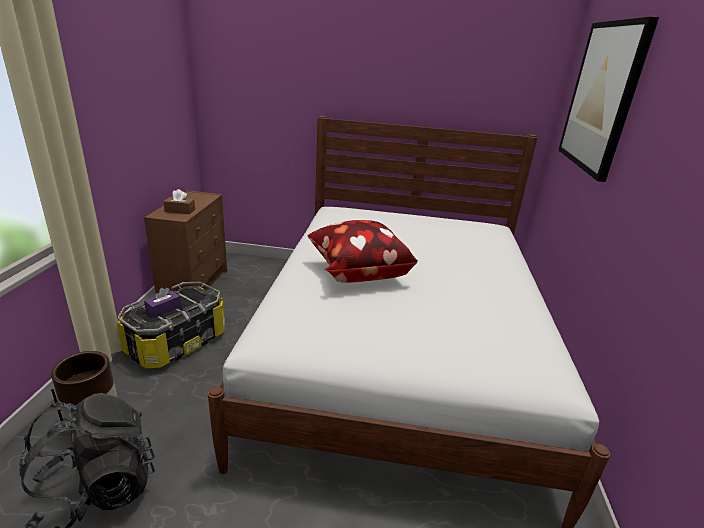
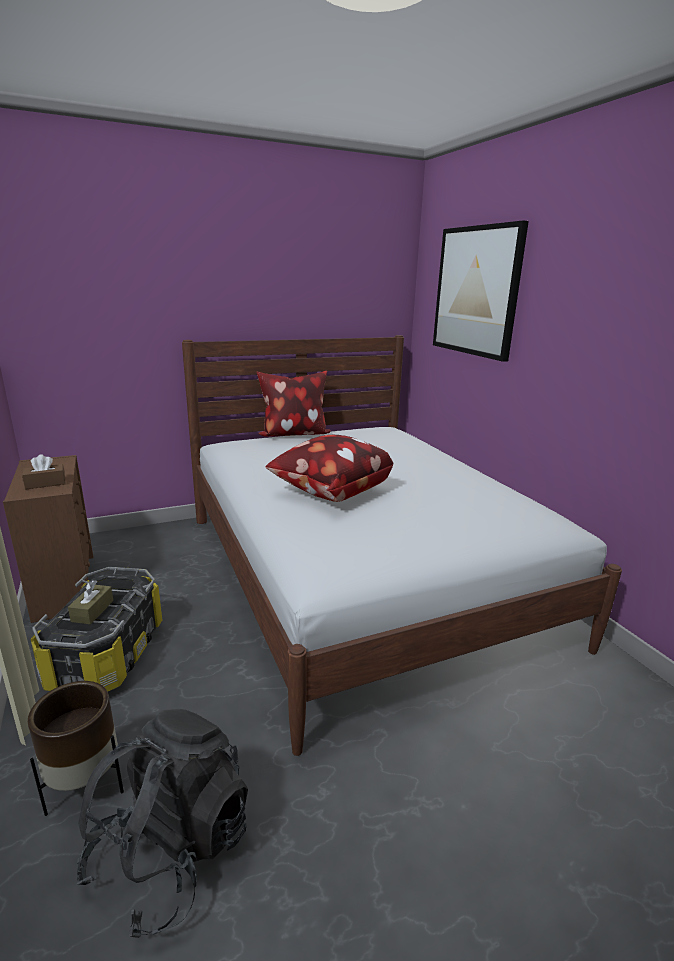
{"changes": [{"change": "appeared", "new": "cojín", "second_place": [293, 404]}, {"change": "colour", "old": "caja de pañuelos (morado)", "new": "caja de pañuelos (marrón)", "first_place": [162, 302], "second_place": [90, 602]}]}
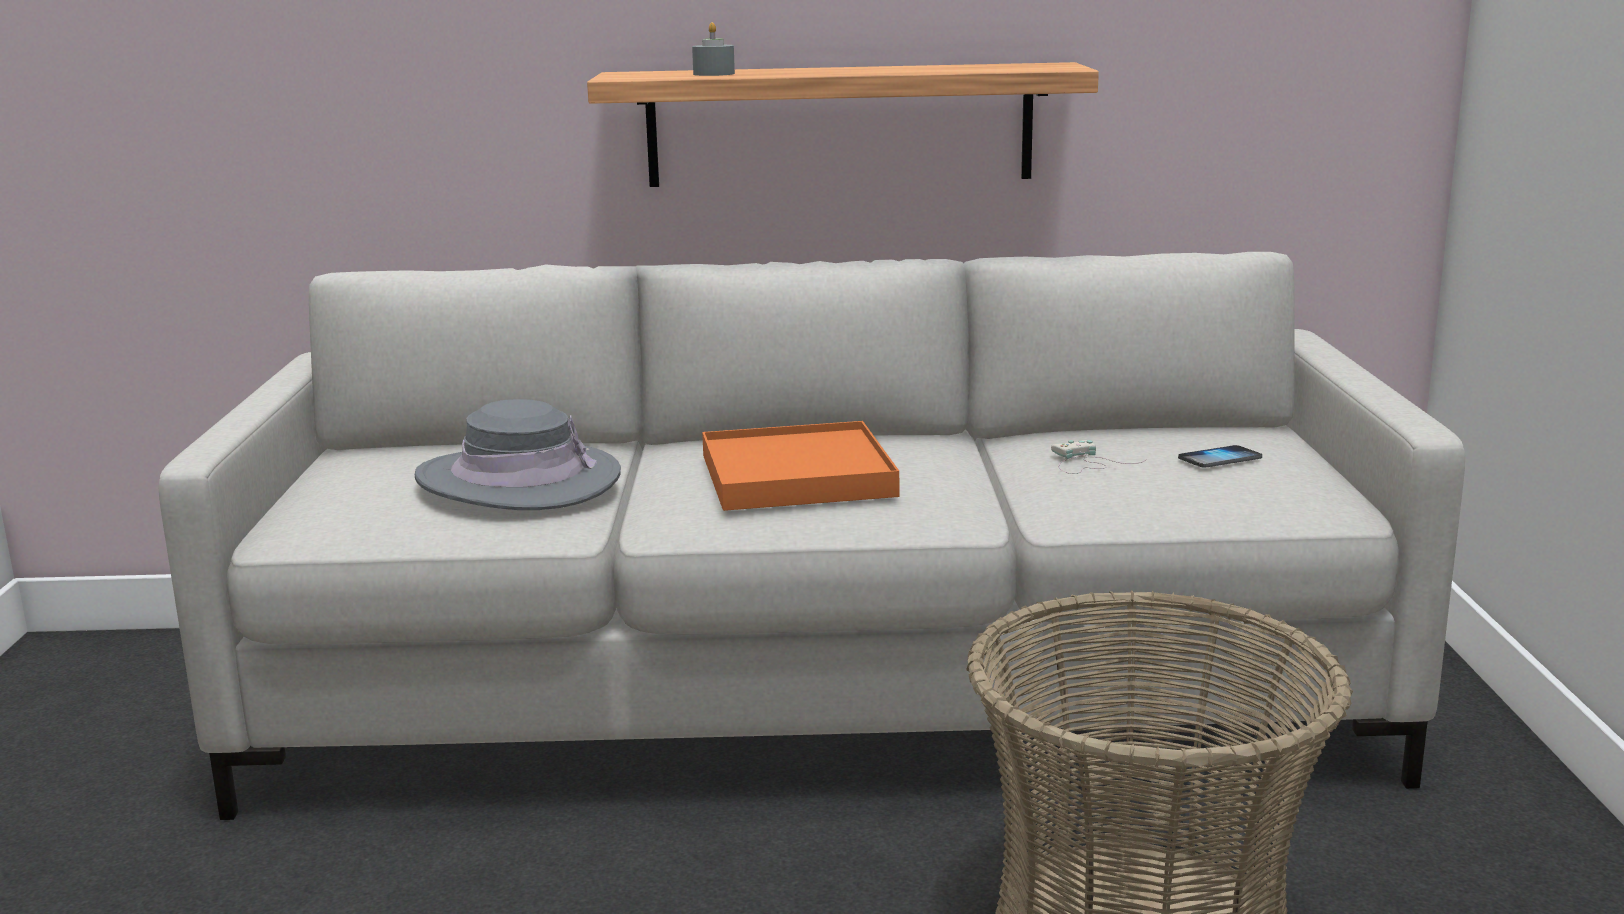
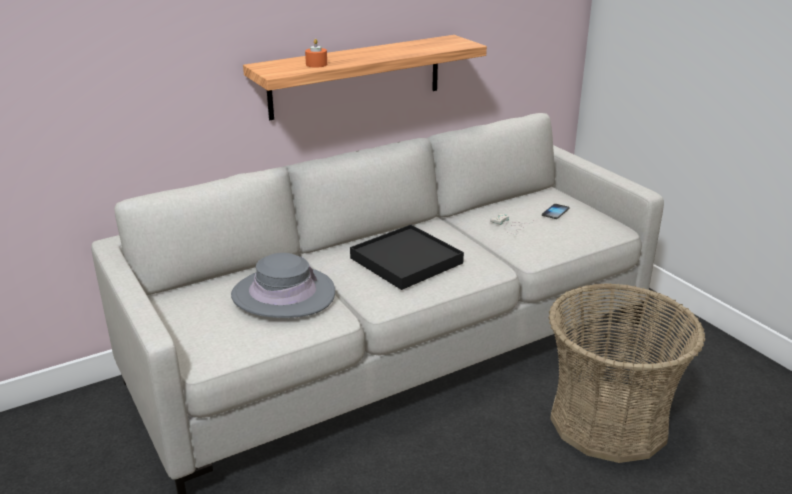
{"changes": [{"change": "colour", "old": "vela (gris)", "new": "vela (naranja)", "first_place": [713, 49], "second_place": [316, 53]}, {"change": "colour", "old": "bandeja (naranja)", "new": "bandeja (negro)", "first_place": [800, 466], "second_place": [407, 257]}]}
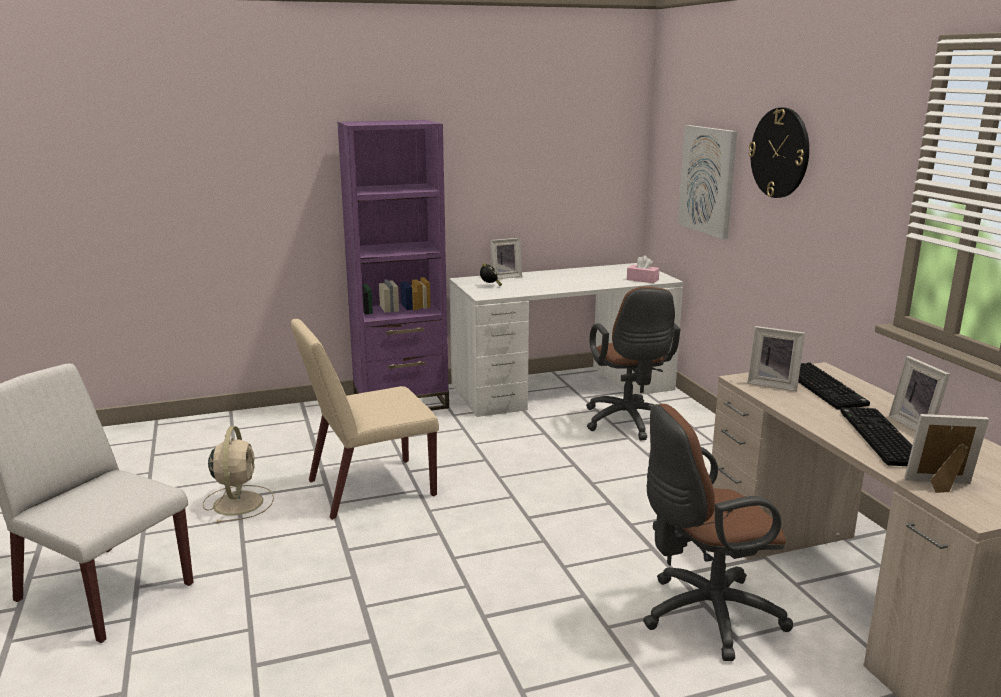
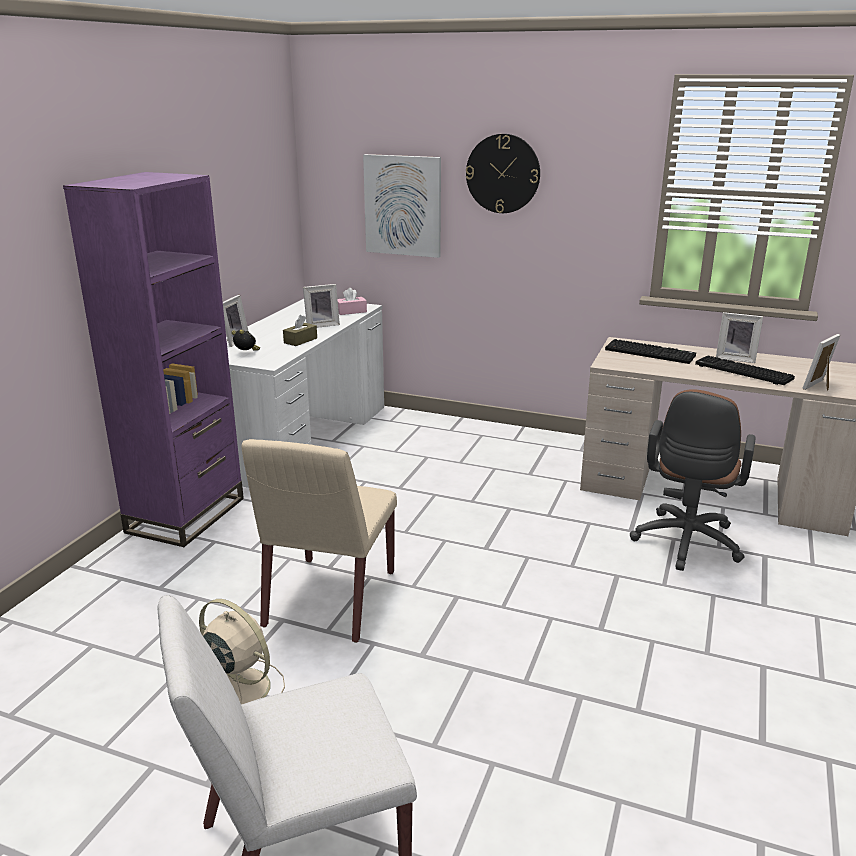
{"changes": [{"change": "missing", "old": "silla de oficina (marrón)", "first_place": [633, 363]}, {"change": "appeared", "new": "caja de pañuelos (marrón)", "second_place": [300, 330]}, {"change": "relocated", "old": "portarretratos", "first_place": [776, 358], "second_place": [321, 306]}]}
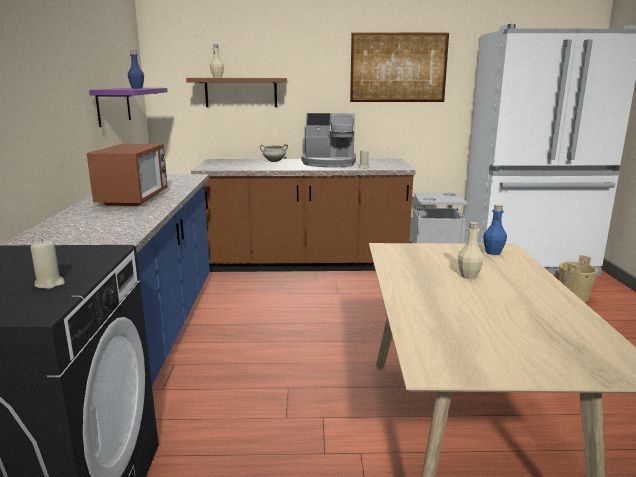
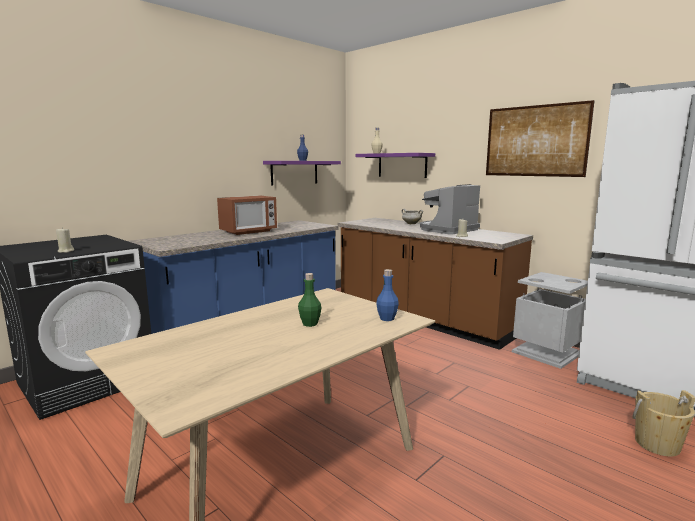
{"changes": [{"change": "colour", "old": "estante (marrón)", "new": "estante (morado)", "first_place": [236, 92], "second_place": [395, 165]}, {"change": "colour", "old": "botella (beis)", "new": "botella (verde)", "first_place": [470, 250], "second_place": [309, 300]}, {"change": "spun", "old": "cafetera", "first_place": [329, 140], "second_place": [450, 209], "degrees": 90}]}
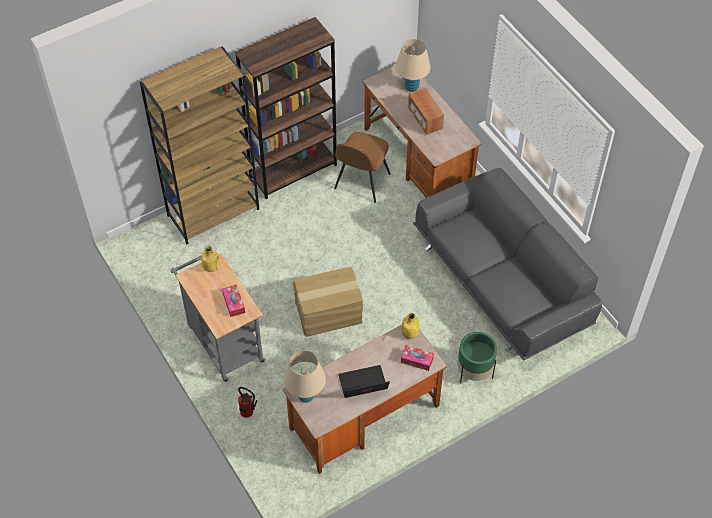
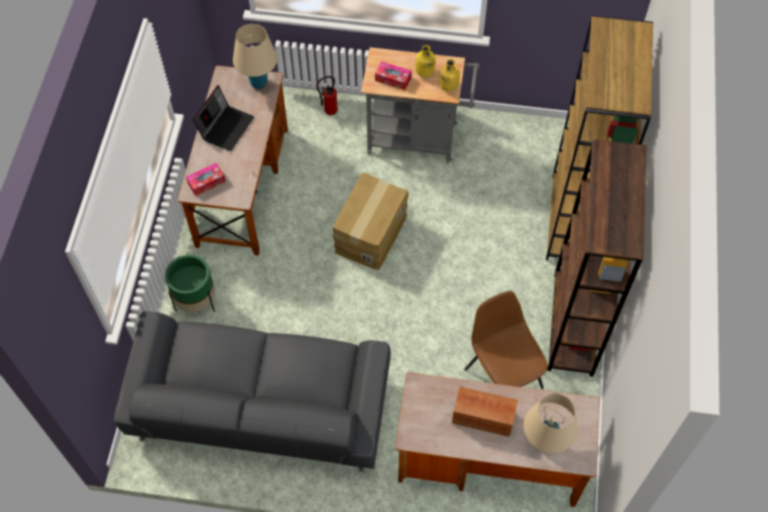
{"changes": [{"change": "relocated", "old": "botella (amarillo)", "first_place": [410, 326], "second_place": [425, 61]}]}
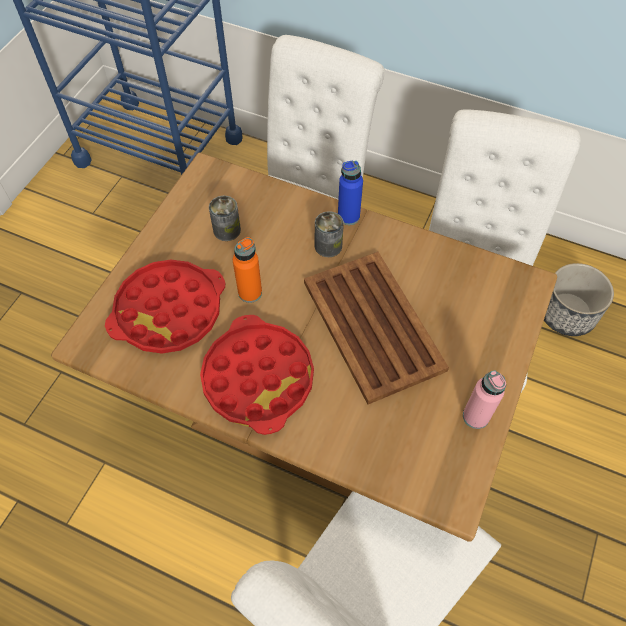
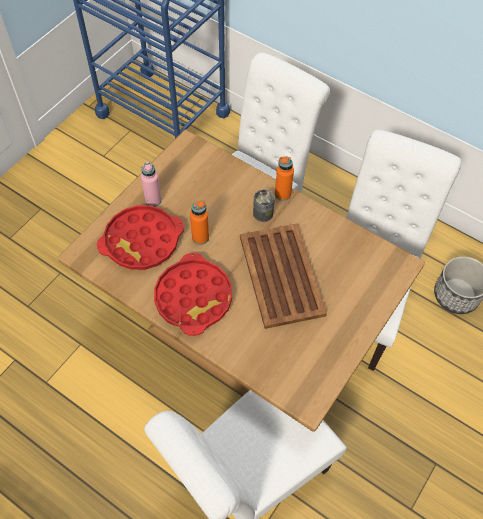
{"changes": [{"change": "missing", "old": "lata", "first_place": [225, 218]}, {"change": "relocated", "old": "botella (rosa)", "first_place": [484, 400], "second_place": [151, 184]}, {"change": "colour", "old": "botella (azul)", "new": "botella (naranja)", "first_place": [350, 193], "second_place": [284, 178]}]}
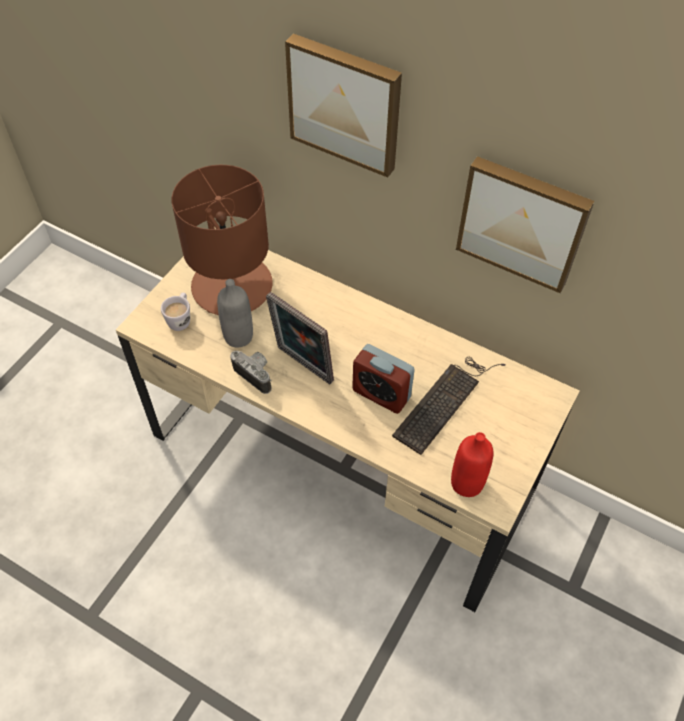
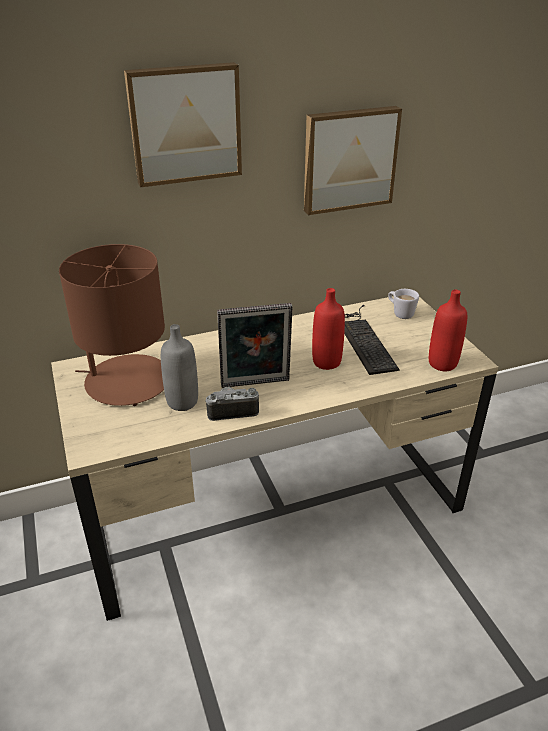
{"changes": [{"change": "relocated", "old": "taza grande (blanco)", "first_place": [175, 312], "second_place": [403, 304]}, {"change": "exchanged", "old": "despertador", "new": "botella (rojo)", "first_place": [383, 379], "second_place": [328, 329]}]}
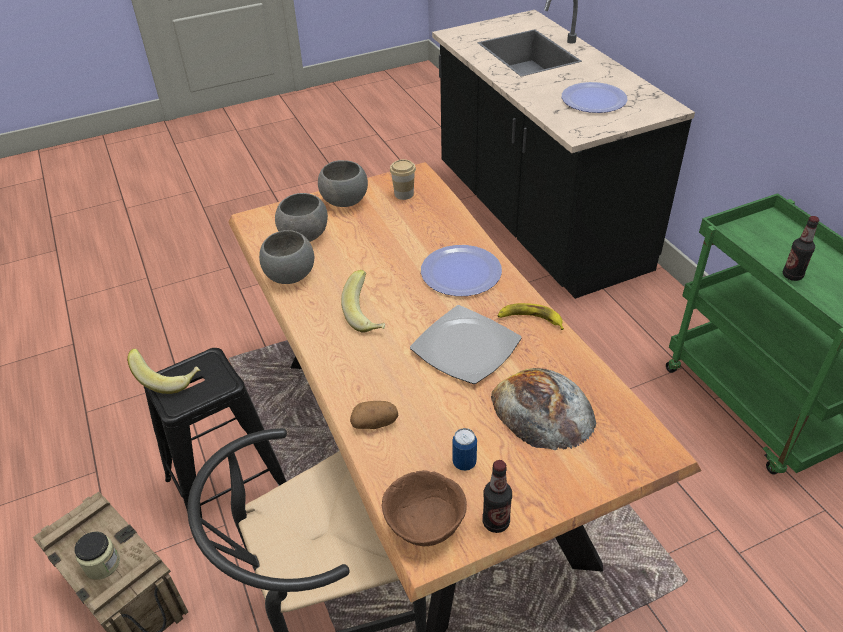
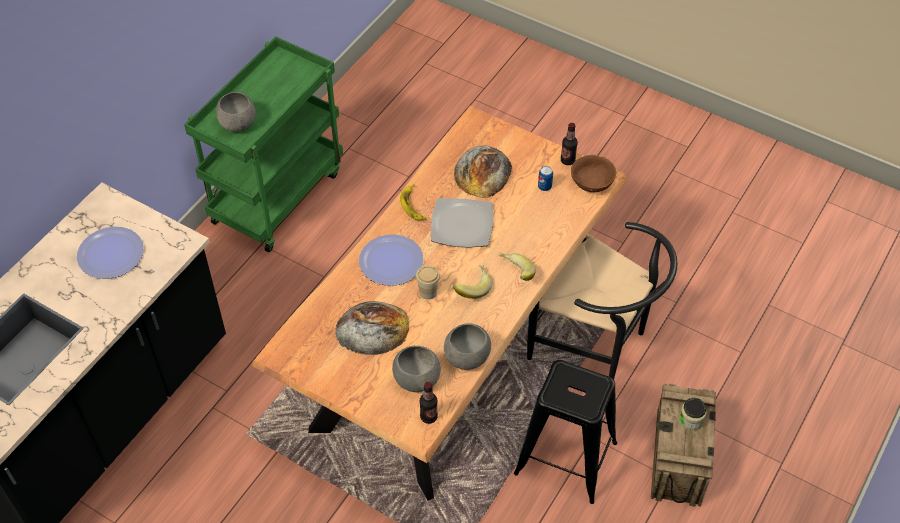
{"changes": [{"change": "missing", "old": "patata", "first_place": [374, 415]}, {"change": "appeared", "new": "pan", "second_place": [372, 328]}, {"change": "relocated", "old": "plátano", "first_place": [163, 371], "second_place": [517, 266]}, {"change": "relocated", "old": "cuenco (gris)", "first_place": [343, 183], "second_place": [236, 112]}, {"change": "relocated", "old": "taza", "first_place": [403, 179], "second_place": [428, 283]}, {"change": "relocated", "old": "botella", "first_place": [801, 248], "second_place": [429, 403]}]}
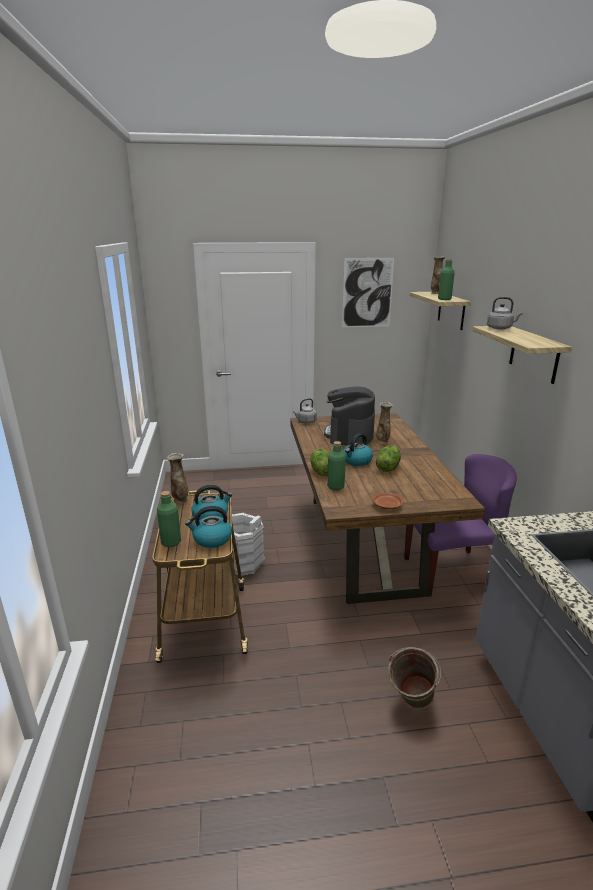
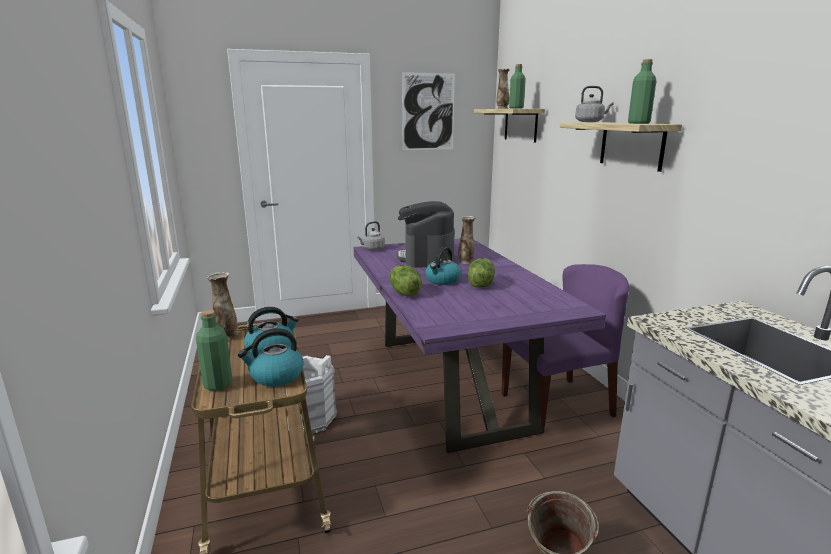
{"changes": [{"change": "missing", "old": "plato (marrón)", "first_place": [387, 501]}, {"change": "relocated", "old": "botella (verde)", "first_place": [336, 465], "second_place": [642, 91]}, {"change": "colour", "old": "mesa de comedor (marrón)", "new": "mesa de comedor (morado)", "first_place": [387, 508], "second_place": [479, 346]}]}
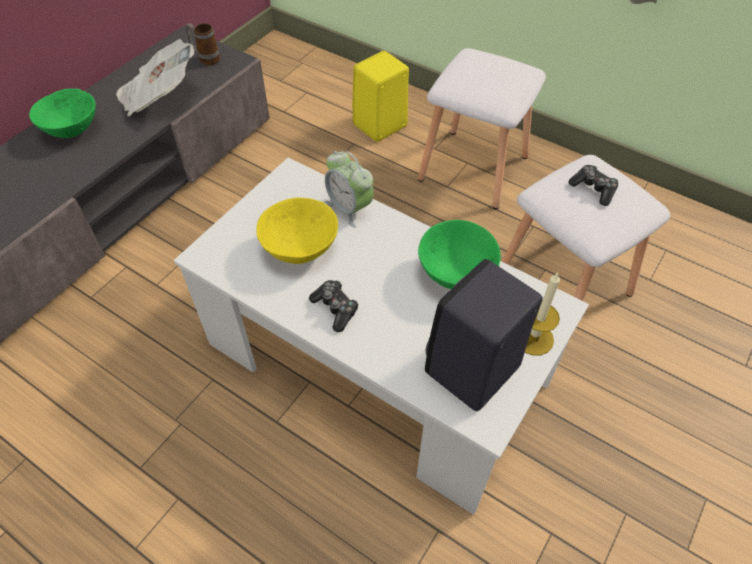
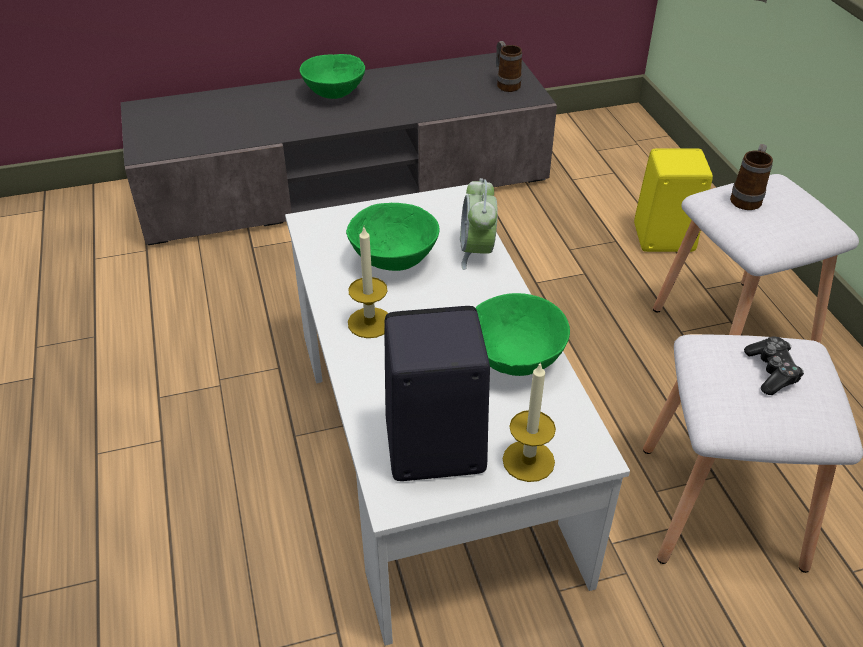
{"changes": [{"change": "missing", "old": "periódico", "first_place": [155, 78]}, {"change": "appeared", "new": "taza grande", "second_place": [751, 177]}, {"change": "exchanged", "old": "mando de consola", "new": "vela", "first_place": [333, 306], "second_place": [368, 282]}, {"change": "colour", "old": "cuenco (amarillo)", "new": "cuenco (verde)", "first_place": [297, 231], "second_place": [393, 237]}]}
